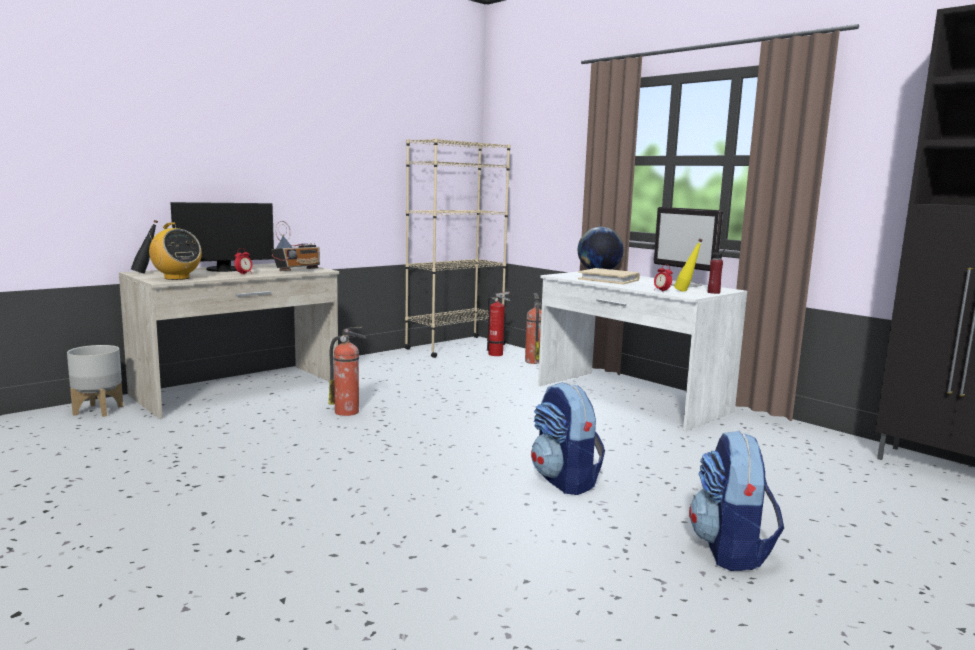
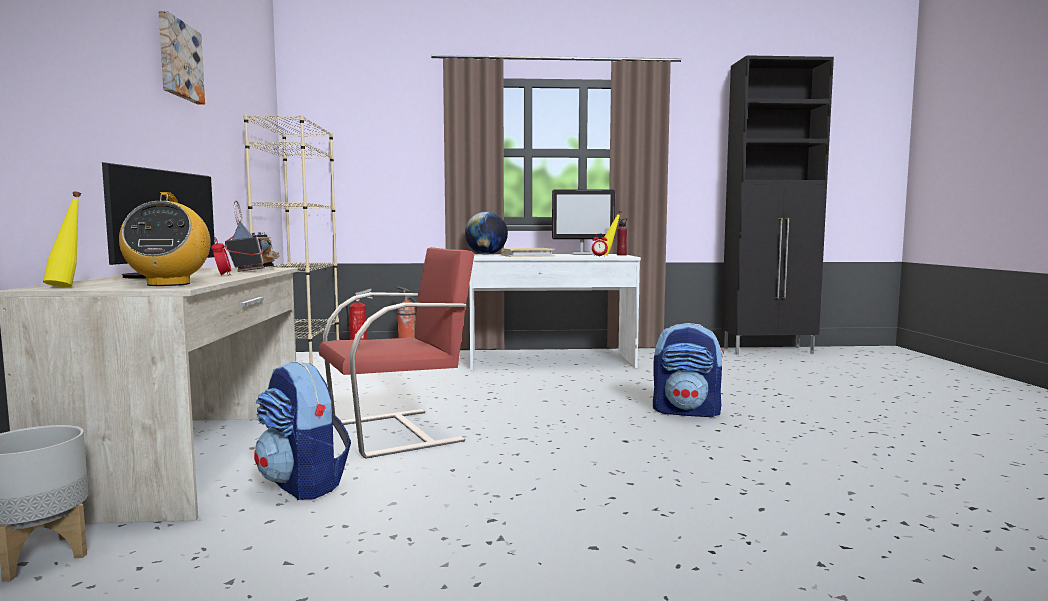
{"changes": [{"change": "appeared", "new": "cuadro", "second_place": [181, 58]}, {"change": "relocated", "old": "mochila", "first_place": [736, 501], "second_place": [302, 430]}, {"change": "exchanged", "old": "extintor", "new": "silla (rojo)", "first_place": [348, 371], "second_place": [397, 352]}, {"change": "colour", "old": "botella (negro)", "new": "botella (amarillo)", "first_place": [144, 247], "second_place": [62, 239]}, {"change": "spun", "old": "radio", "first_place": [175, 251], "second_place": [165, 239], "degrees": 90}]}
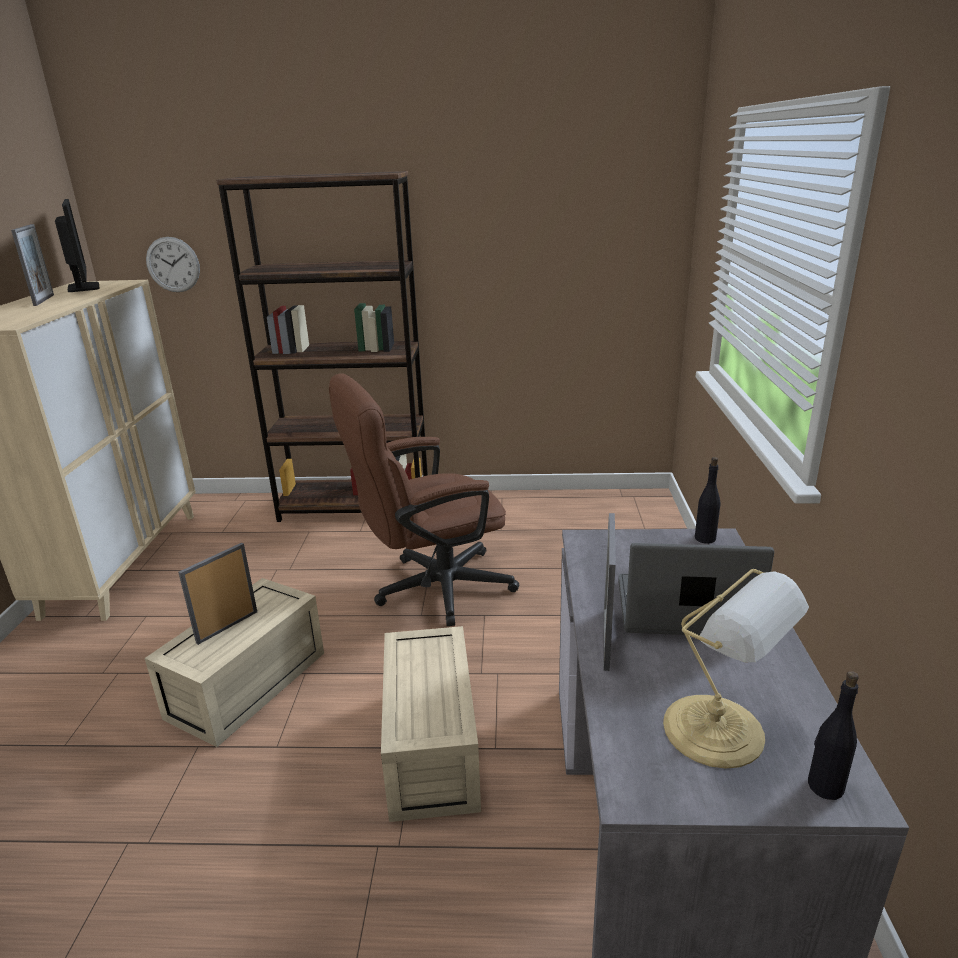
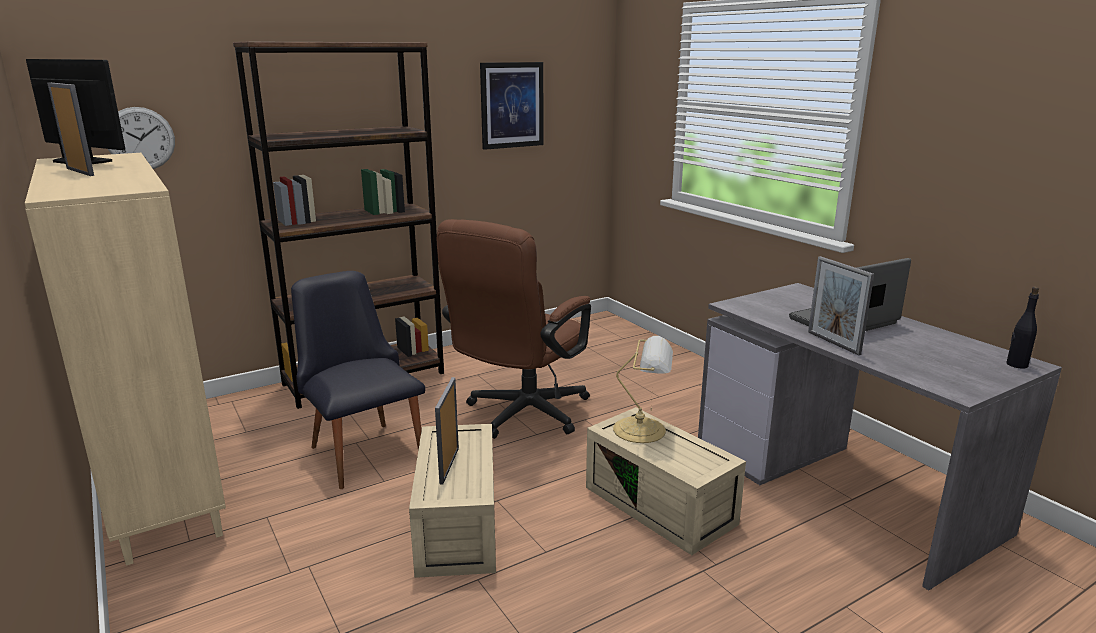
{"changes": [{"change": "missing", "old": "botella (negro)", "first_place": [707, 500]}, {"change": "appeared", "new": "silla (negro)", "second_place": [358, 380]}, {"change": "appeared", "new": "cuadro", "second_place": [511, 106]}, {"change": "relocated", "old": "lámpara de mesa", "first_place": [736, 669], "second_place": [643, 389]}]}
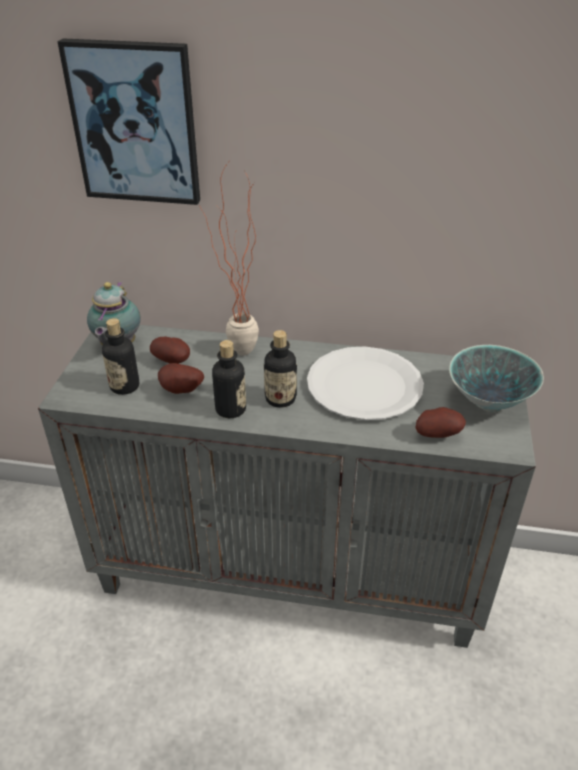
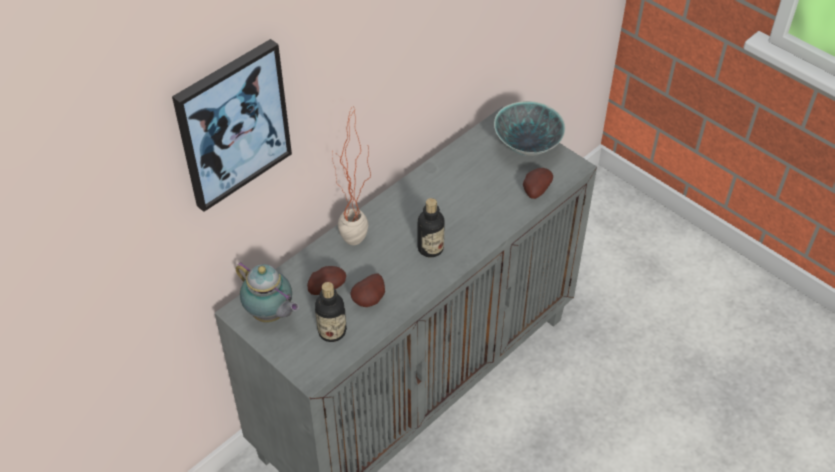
{"changes": [{"change": "missing", "old": "botella", "first_place": [229, 379]}, {"change": "missing", "old": "plato (blanco)", "first_place": [365, 383]}]}
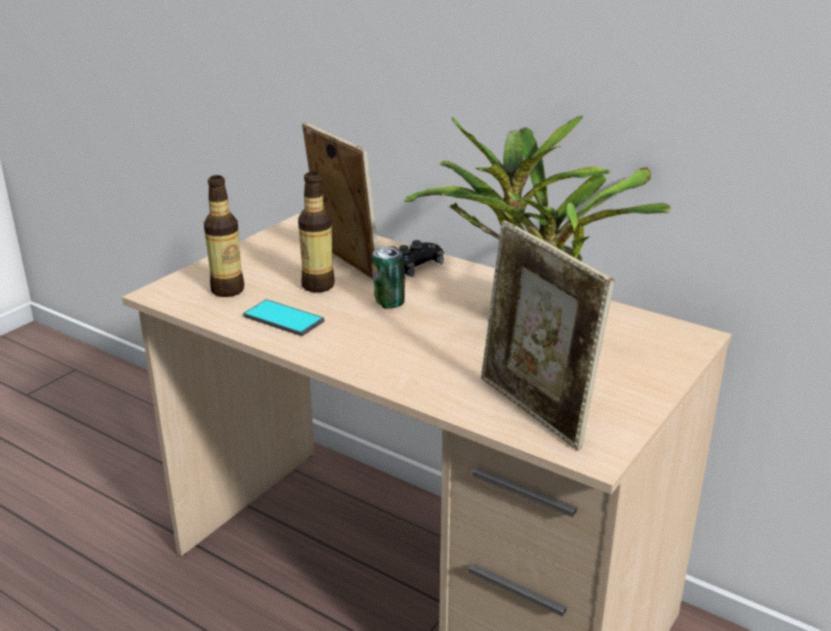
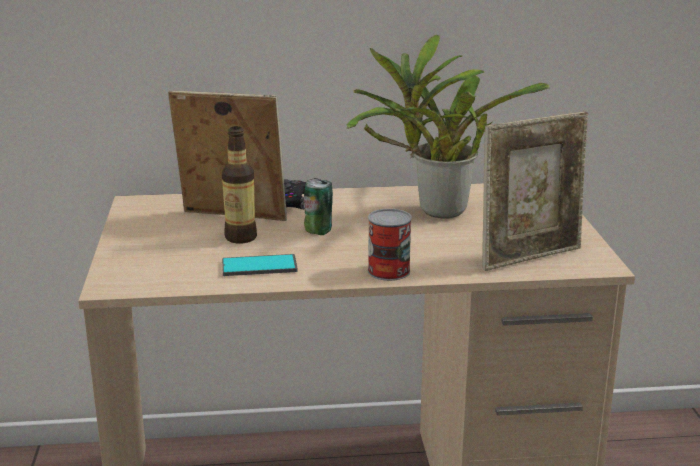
{"changes": [{"change": "missing", "old": "botella", "first_place": [224, 236]}, {"change": "appeared", "new": "lata", "second_place": [390, 245]}, {"change": "spun", "old": "portarretratos", "first_place": [547, 335], "second_place": [535, 191], "degrees": -45}]}
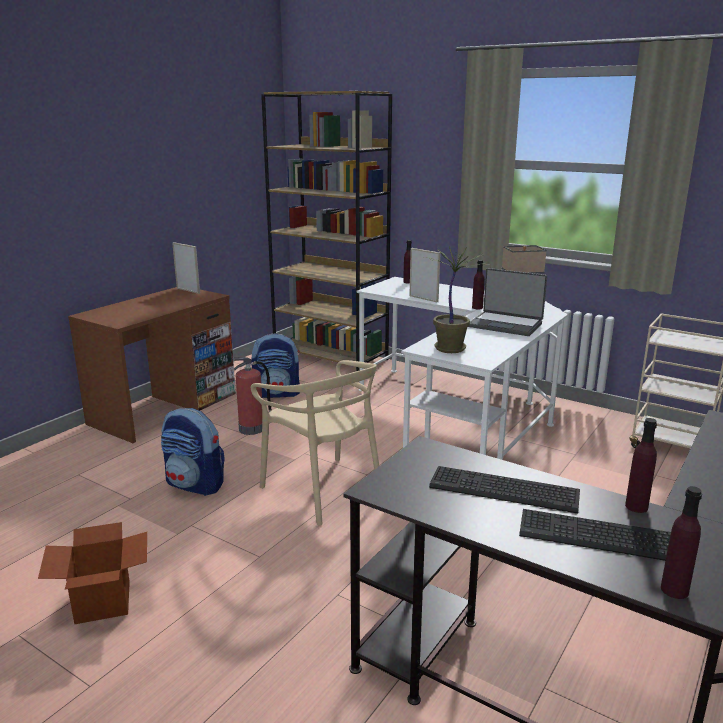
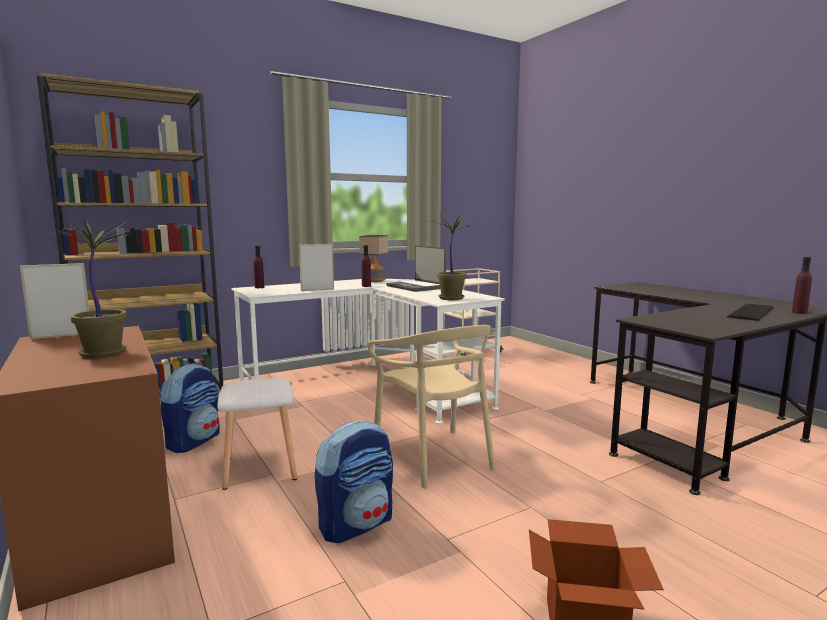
{"changes": [{"change": "missing", "old": "teclado", "first_place": [504, 489]}, {"change": "missing", "old": "botella (morado)", "first_place": [641, 465]}, {"change": "appeared", "new": "planta en maceta", "second_place": [90, 289]}, {"change": "exchanged", "old": "extintor", "new": "taburete (blanco)", "first_place": [252, 396], "second_place": [257, 434]}, {"change": "spun", "old": "silla (beis)", "first_place": [315, 443], "second_place": [431, 406], "degrees": 75}, {"change": "spun", "old": "portátil", "first_place": [507, 302], "second_place": [416, 268], "degrees": 90}]}
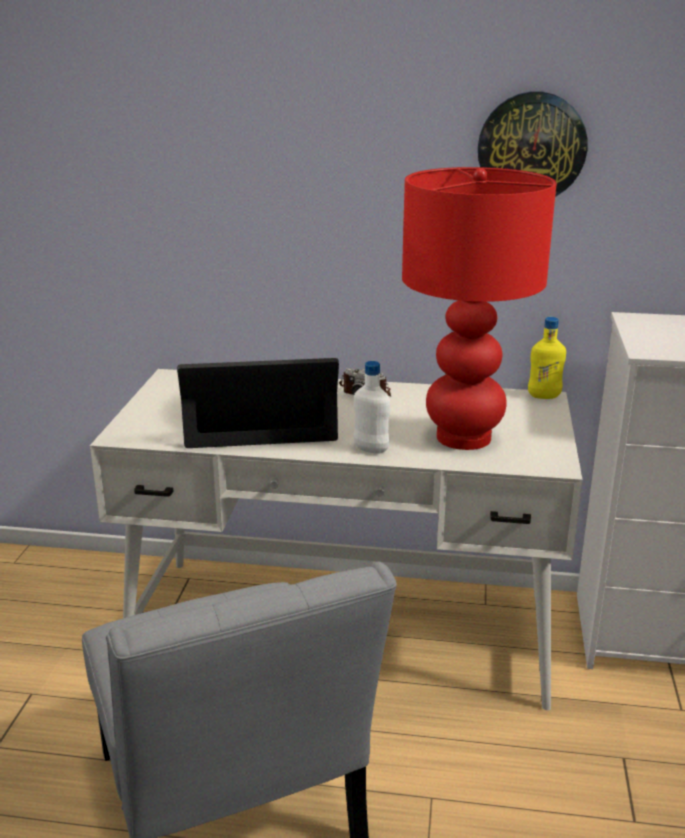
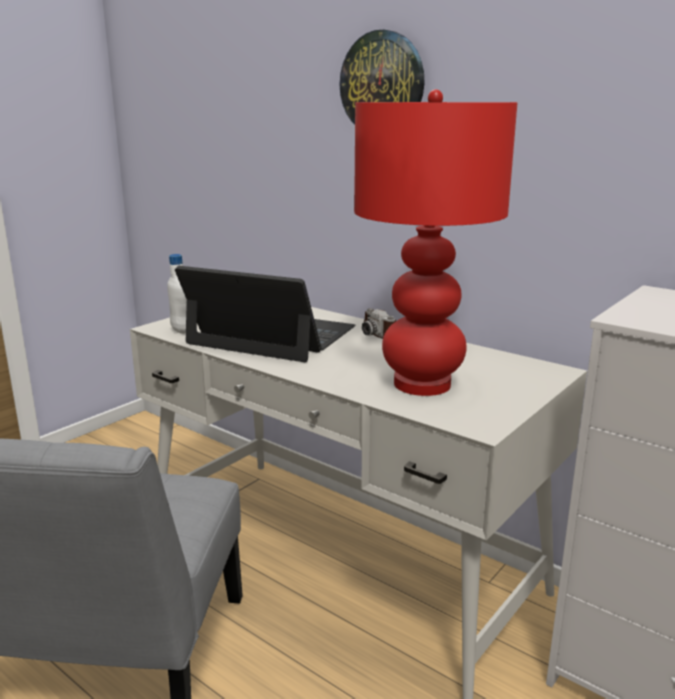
{"changes": [{"change": "missing", "old": "botella (amarillo)", "first_place": [547, 358]}, {"change": "relocated", "old": "botella (blanco)", "first_place": [371, 407], "second_place": [177, 294]}, {"change": "relocated", "old": "reloj de pared", "first_place": [532, 144], "second_place": [381, 77]}]}
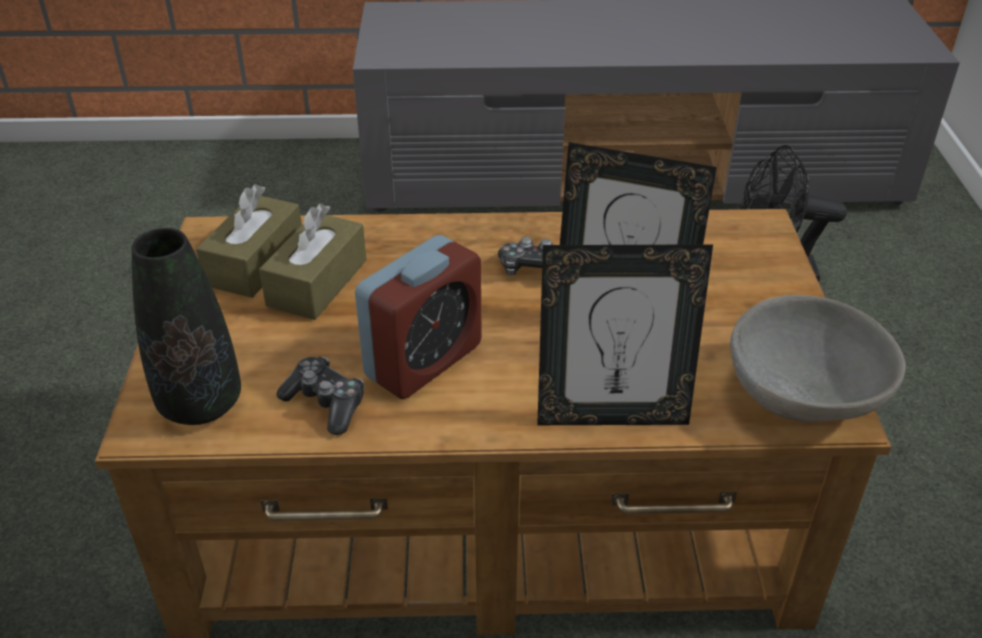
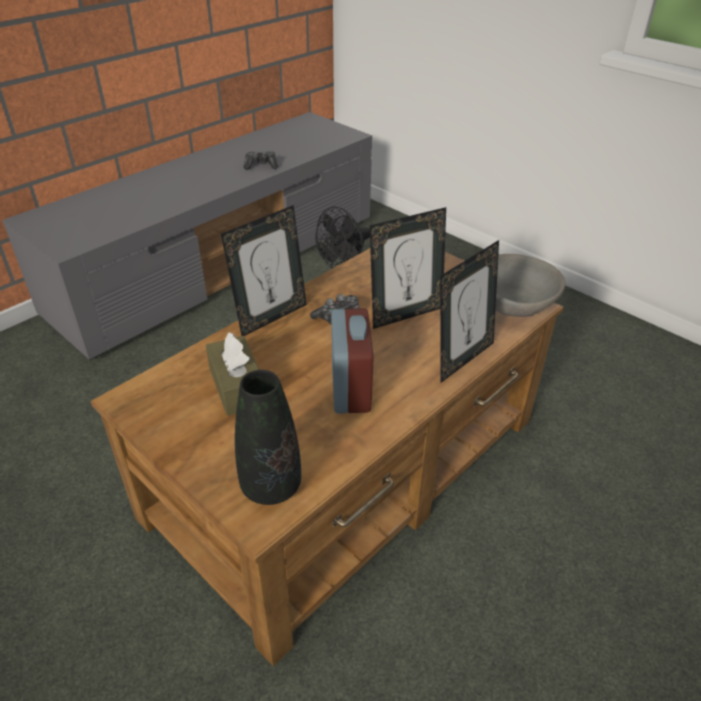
{"changes": [{"change": "missing", "old": "caja de pañuelos (marrón)", "first_place": [249, 241]}, {"change": "appeared", "new": "portarretratos", "second_place": [264, 270]}, {"change": "relocated", "old": "mando de consola", "first_place": [320, 396], "second_place": [261, 160]}]}
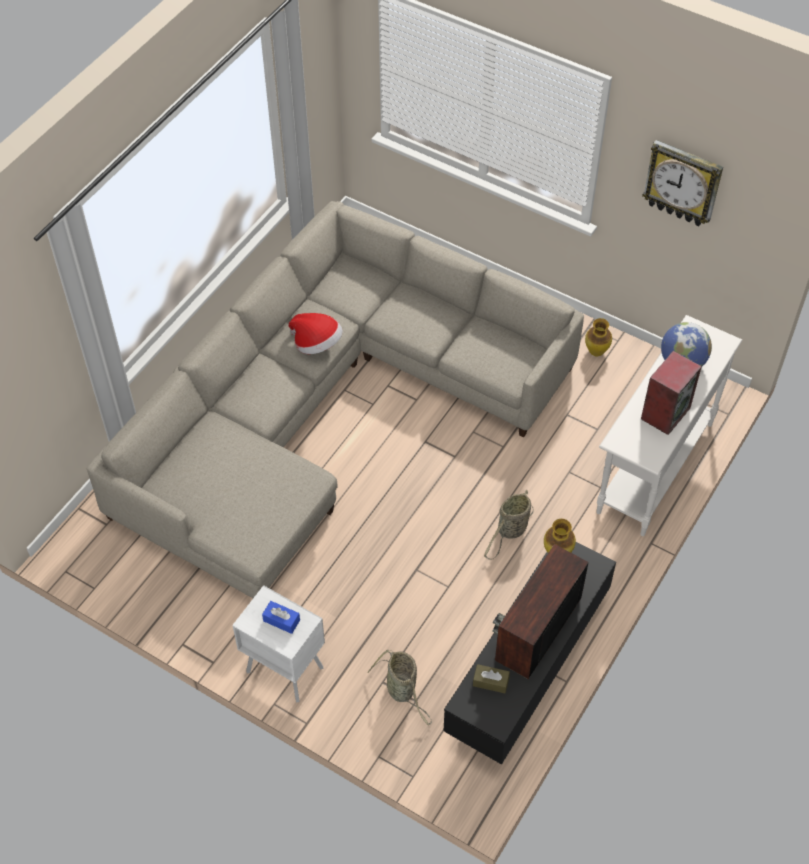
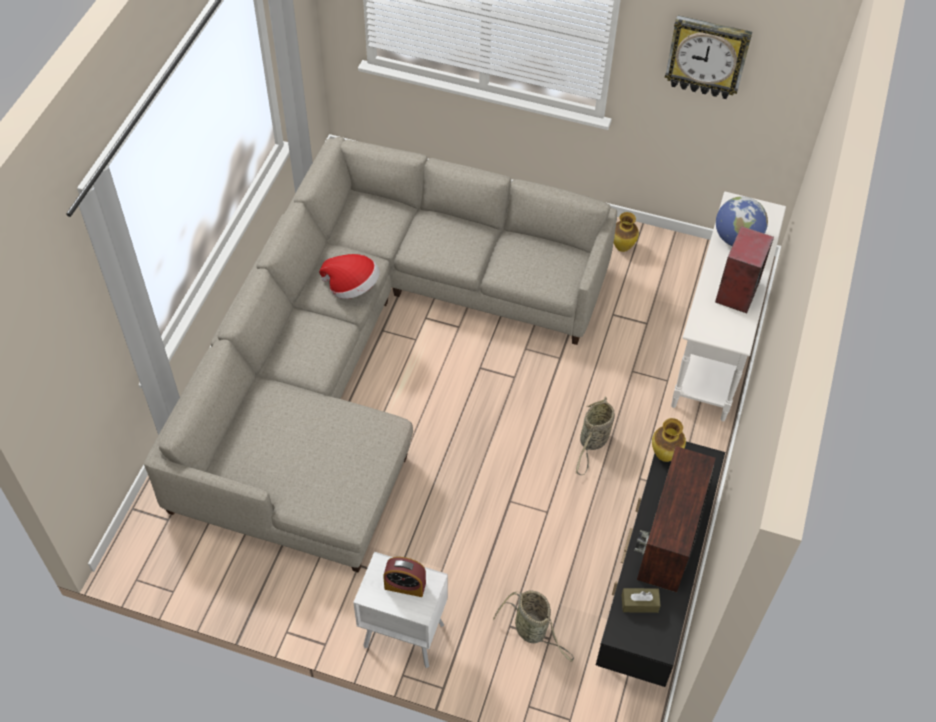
{"changes": [{"change": "exchanged", "old": "caja de pañuelos (azul)", "new": "despertador", "first_place": [281, 617], "second_place": [404, 577]}]}
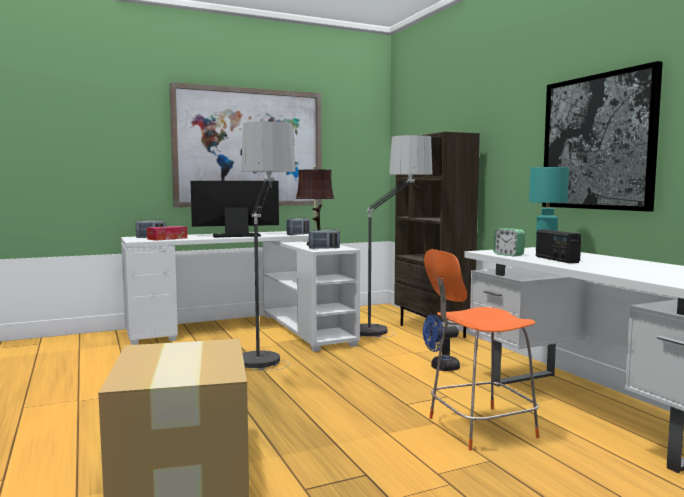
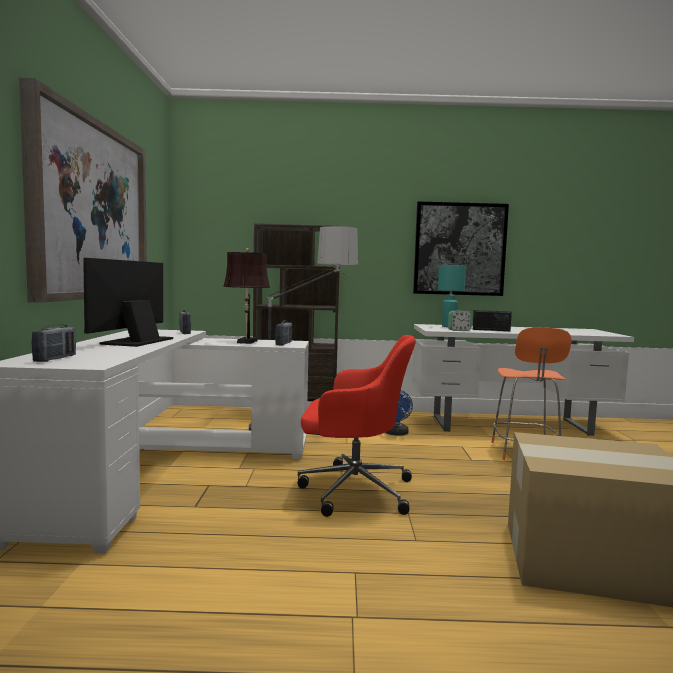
{"changes": [{"change": "missing", "old": "caja de pañuelos", "first_place": [167, 233]}, {"change": "exchanged", "old": "lámpara de pie", "new": "silla de oficina (rojo)", "first_place": [268, 246], "second_place": [357, 426]}]}
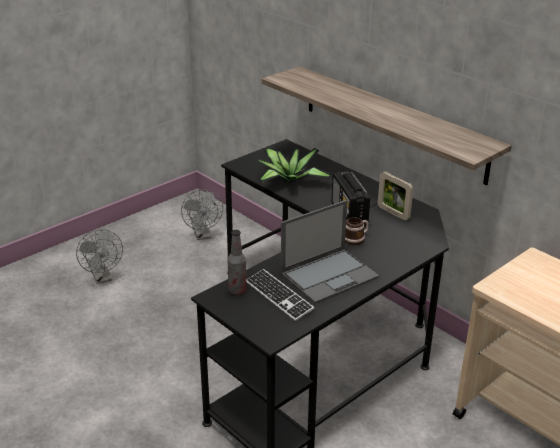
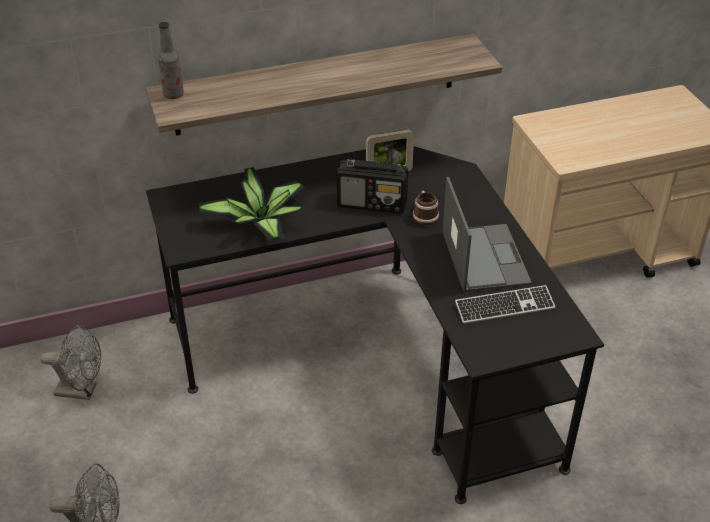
{"changes": [{"change": "relocated", "old": "botella", "first_place": [237, 262], "second_place": [171, 60]}]}
